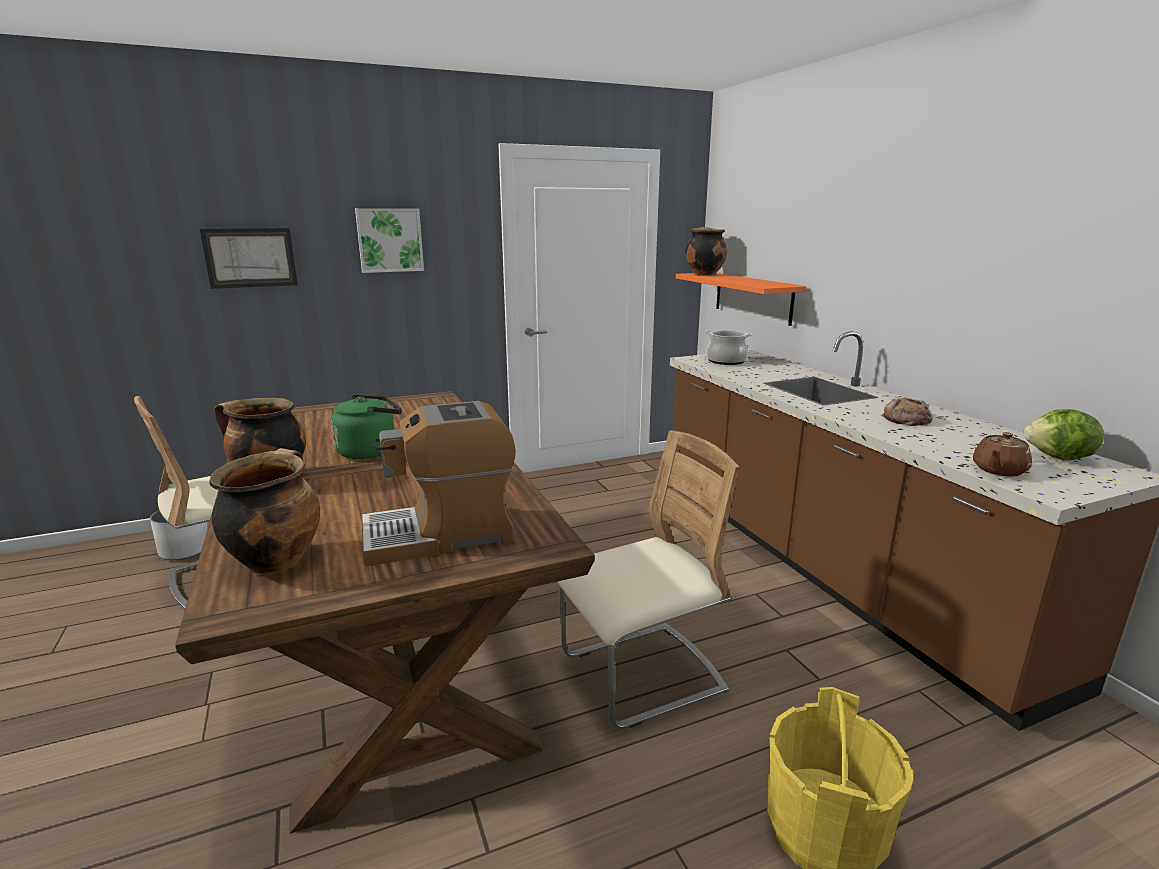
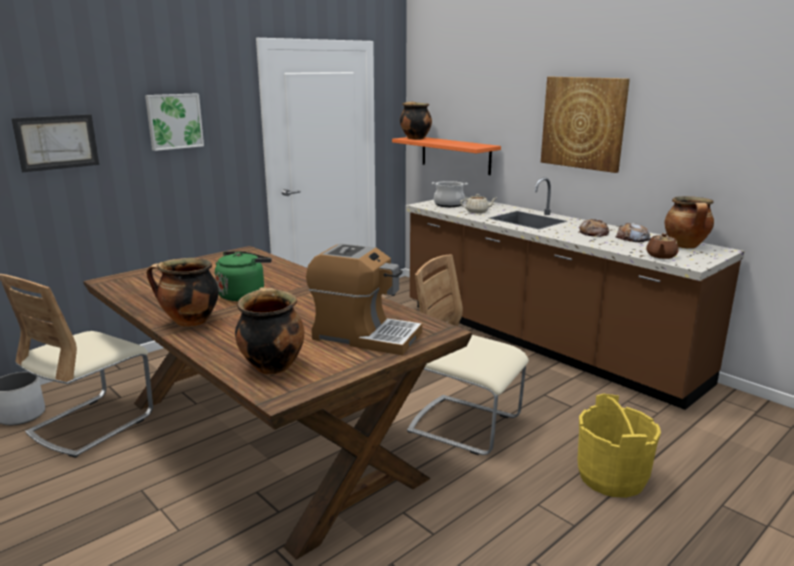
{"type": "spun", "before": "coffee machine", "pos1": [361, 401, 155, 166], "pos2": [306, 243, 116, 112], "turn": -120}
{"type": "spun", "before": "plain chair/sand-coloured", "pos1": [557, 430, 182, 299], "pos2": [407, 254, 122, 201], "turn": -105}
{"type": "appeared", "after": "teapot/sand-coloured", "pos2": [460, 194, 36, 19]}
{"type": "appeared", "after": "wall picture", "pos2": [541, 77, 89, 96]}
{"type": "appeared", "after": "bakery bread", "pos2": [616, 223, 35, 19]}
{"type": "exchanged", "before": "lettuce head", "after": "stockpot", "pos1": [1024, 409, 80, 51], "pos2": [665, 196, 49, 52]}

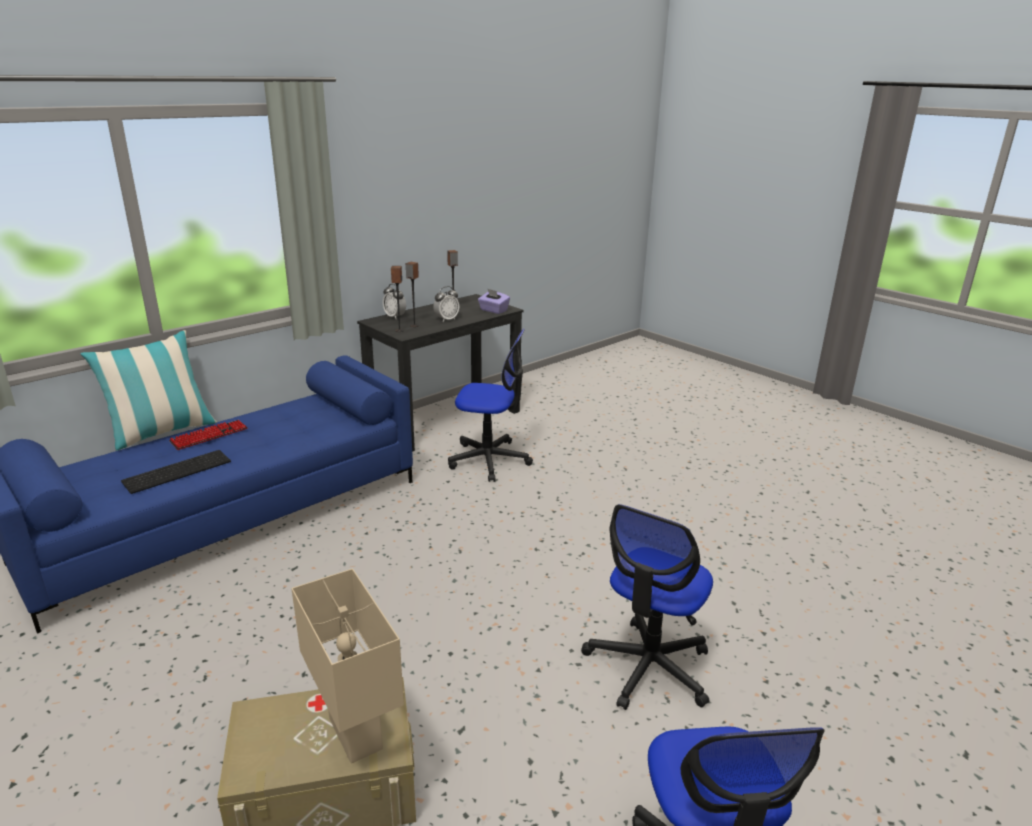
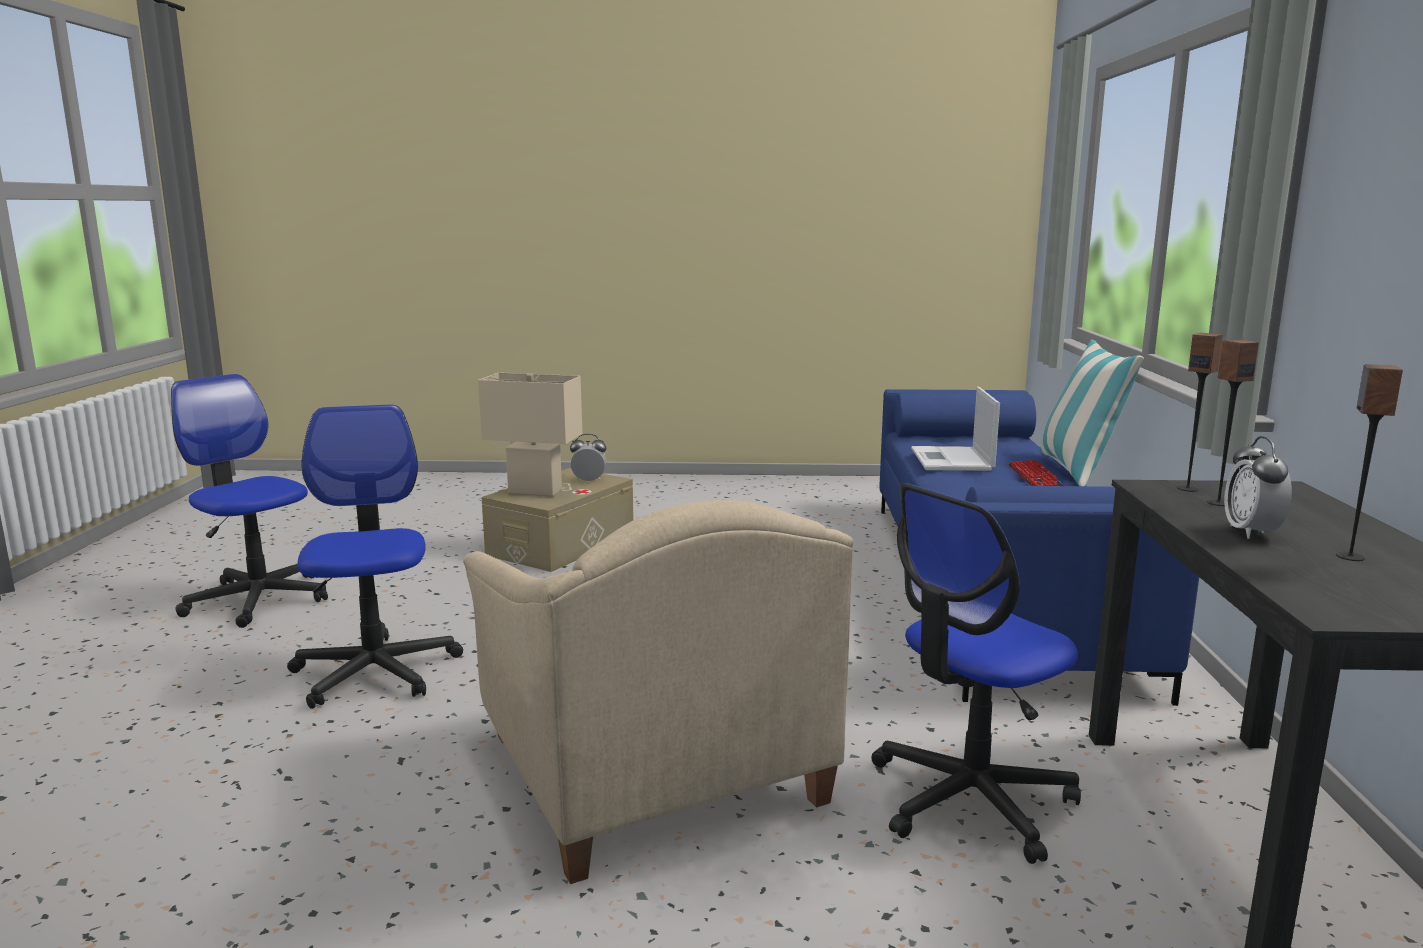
{"type": "appeared", "after": "armchair/sand-coloured", "pos2": [463, 500, 390, 384]}
{"type": "relocated", "before": "table clock", "pos1": [383, 284, 23, 35], "pos2": [570, 434, 37, 48]}
{"type": "exchanged", "before": "computer keyboard", "after": "notebook computer", "pos1": [121, 450, 110, 44], "pos2": [911, 386, 89, 85]}
{"type": "missing", "before": "tissue box/purple", "pos1": [478, 289, 32, 25]}

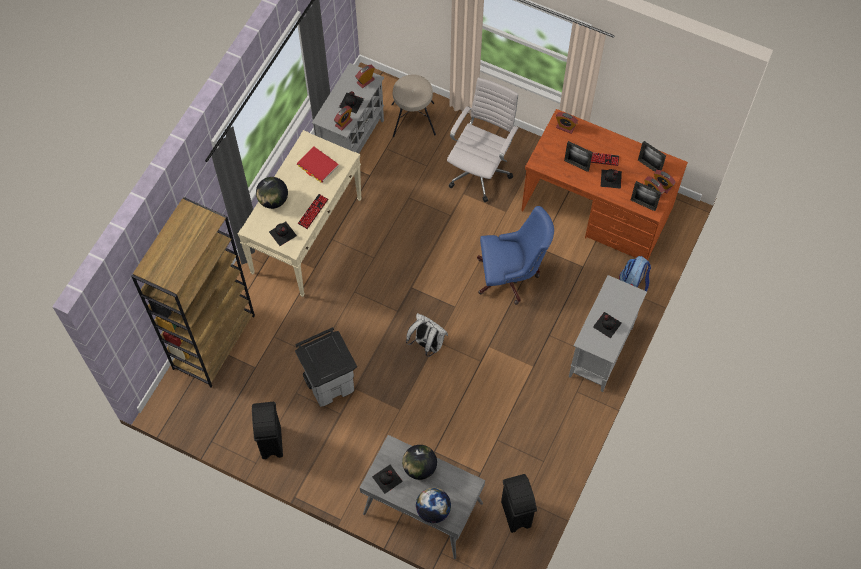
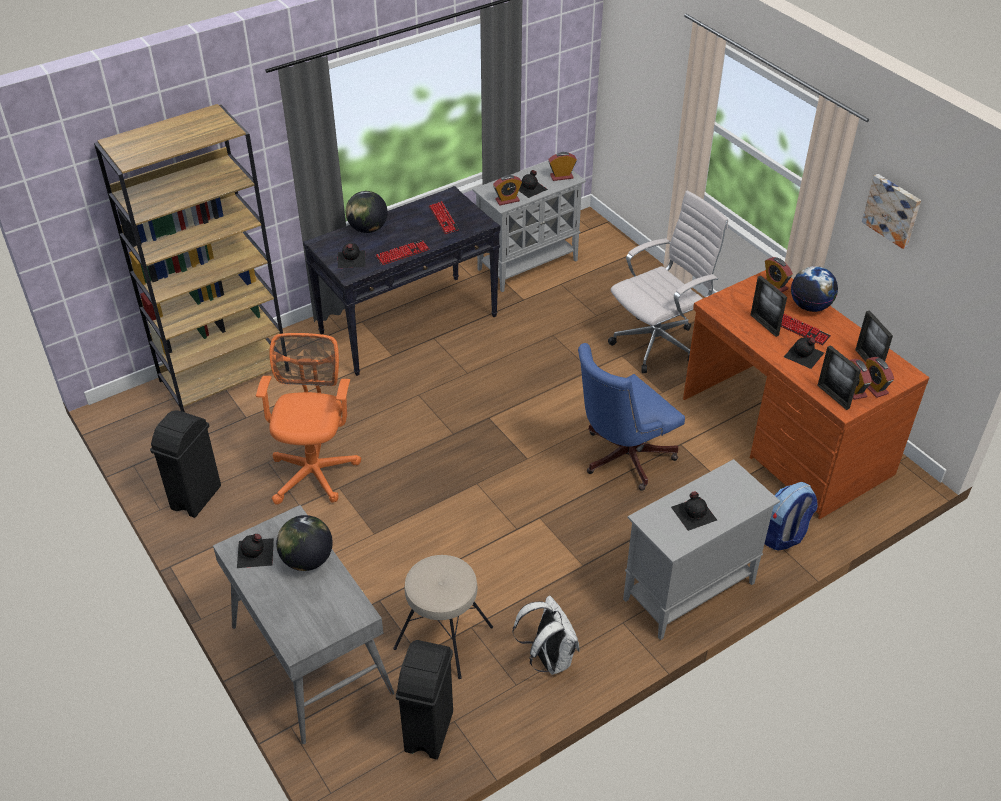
{"type": "exchanged", "before": "waste bin/gray", "after": "desk chair/orange-coloured", "pos1": [295, 327, 62, 80], "pos2": [256, 333, 105, 171]}
{"type": "colour", "before": "hall table/sand-coloured", "after": "hall table/blackish", "pos1": [238, 130, 124, 167], "pos2": [303, 186, 198, 190]}
{"type": "relocated", "before": "stool/sand-coloured", "pos1": [391, 74, 45, 63], "pos2": [393, 555, 100, 124]}
{"type": "exchanged", "before": "book/red-coloured", "after": "computer keyboard", "pos1": [297, 146, 42, 37], "pos2": [429, 201, 30, 33]}
{"type": "relocated", "before": "rucksack/white-coloured", "pos1": [406, 313, 42, 44], "pos2": [513, 595, 66, 80]}
{"type": "spun", "before": "desk chair/bluish", "pos1": [477, 206, 77, 99], "pos2": [578, 343, 107, 148], "turn": 120}
{"type": "relocated", "before": "desk globe", "pos1": [416, 488, 35, 35], "pos2": [791, 266, 47, 46]}
{"type": "appeared", "after": "wall picture", "pos2": [862, 174, 59, 75]}

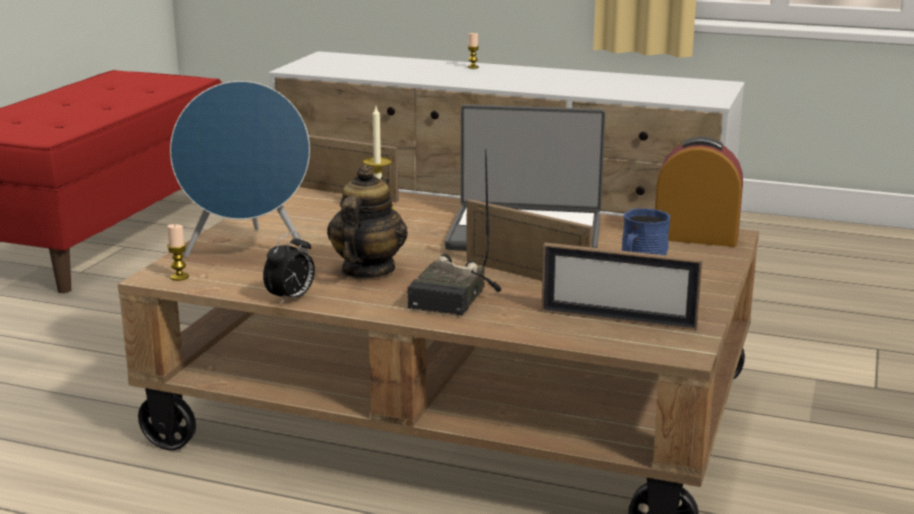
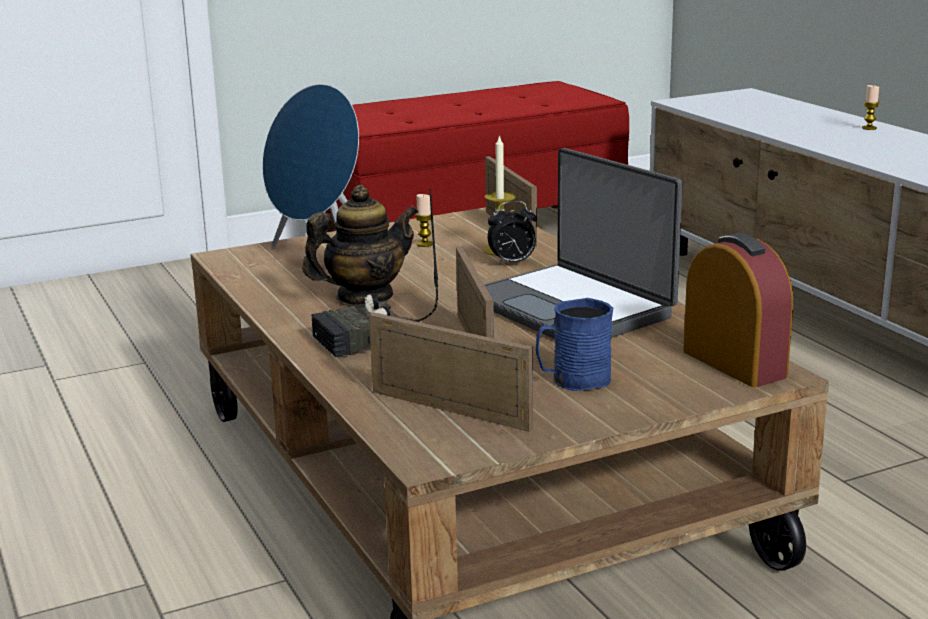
{"type": "spun", "before": "photo frame", "pos1": [542, 243, 161, 87], "pos2": [369, 313, 164, 119], "turn": 150}
{"type": "relocated", "before": "wax light", "pos1": [167, 224, 22, 57], "pos2": [415, 194, 18, 53]}
{"type": "relocated", "before": "table clock", "pos1": [263, 231, 52, 73], "pos2": [488, 201, 49, 65]}

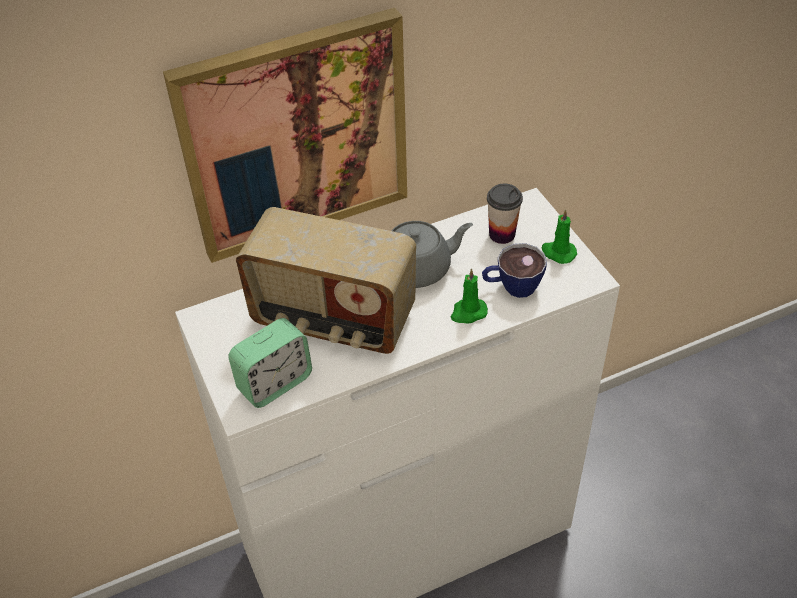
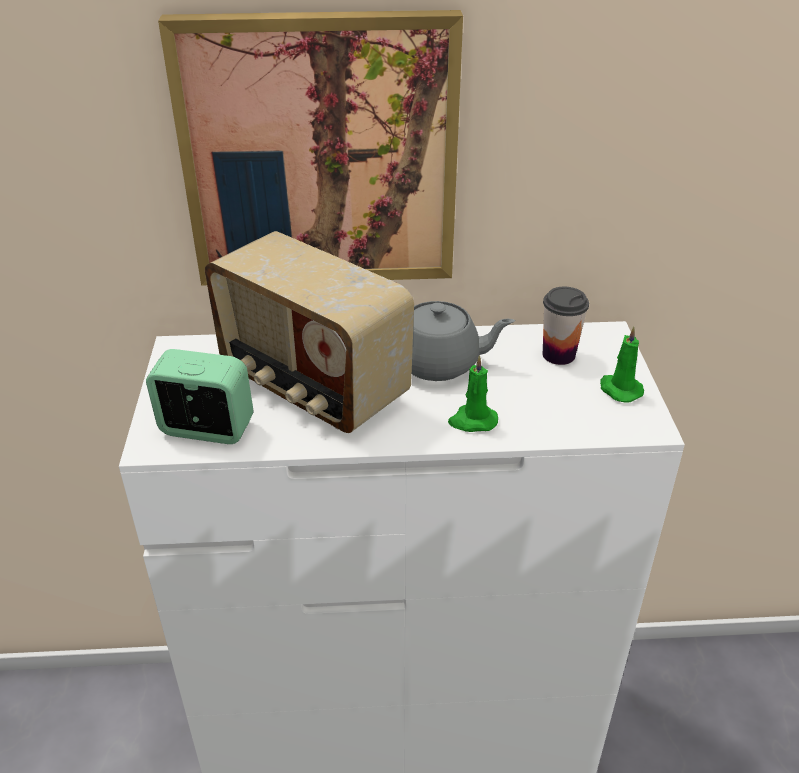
{"type": "spun", "before": "table clock", "pos1": [228, 318, 84, 90], "pos2": [146, 349, 108, 95], "turn": -150}
{"type": "missing", "before": "small cup", "pos1": [482, 243, 65, 55]}

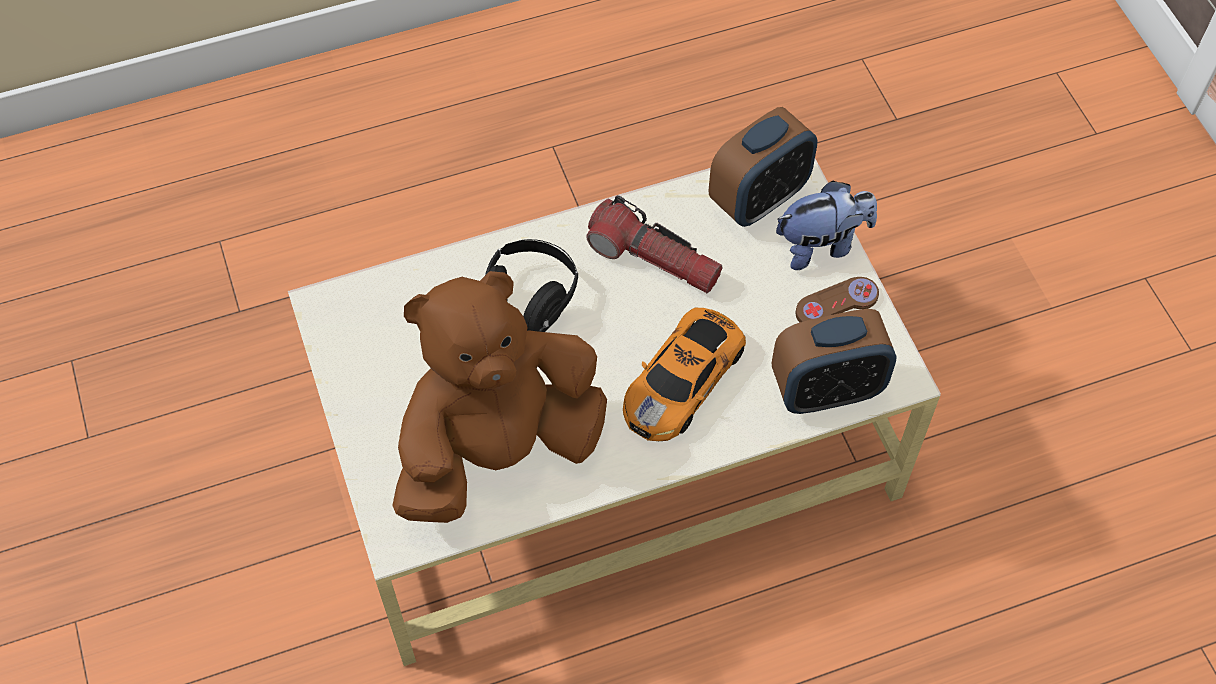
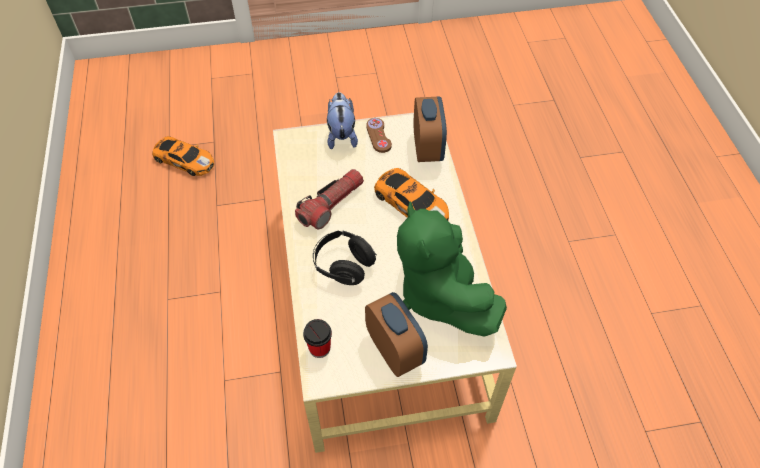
{"type": "appeared", "after": "toy car", "pos2": [152, 136, 62, 40]}
{"type": "appeared", "after": "small cup", "pos2": [303, 319, 29, 39]}
{"type": "relocated", "before": "table clock", "pos1": [709, 107, 109, 120], "pos2": [365, 292, 63, 85]}
{"type": "colour", "before": "cuddly toy/brownish", "after": "cuddly toy/greenish", "pos1": [392, 271, 215, 252], "pos2": [397, 201, 110, 136]}

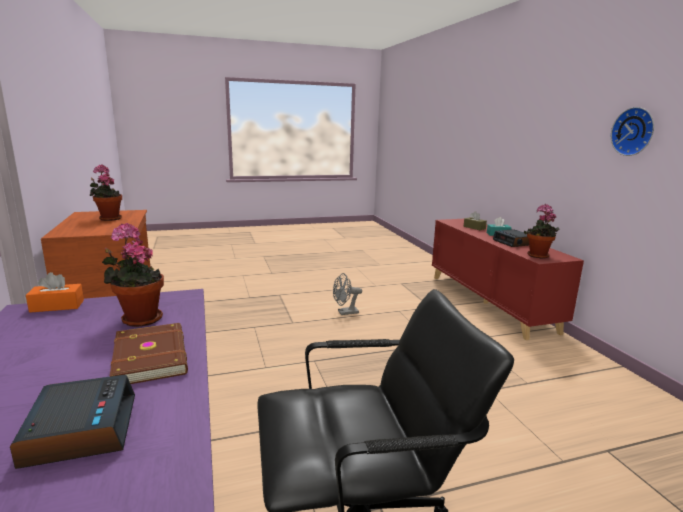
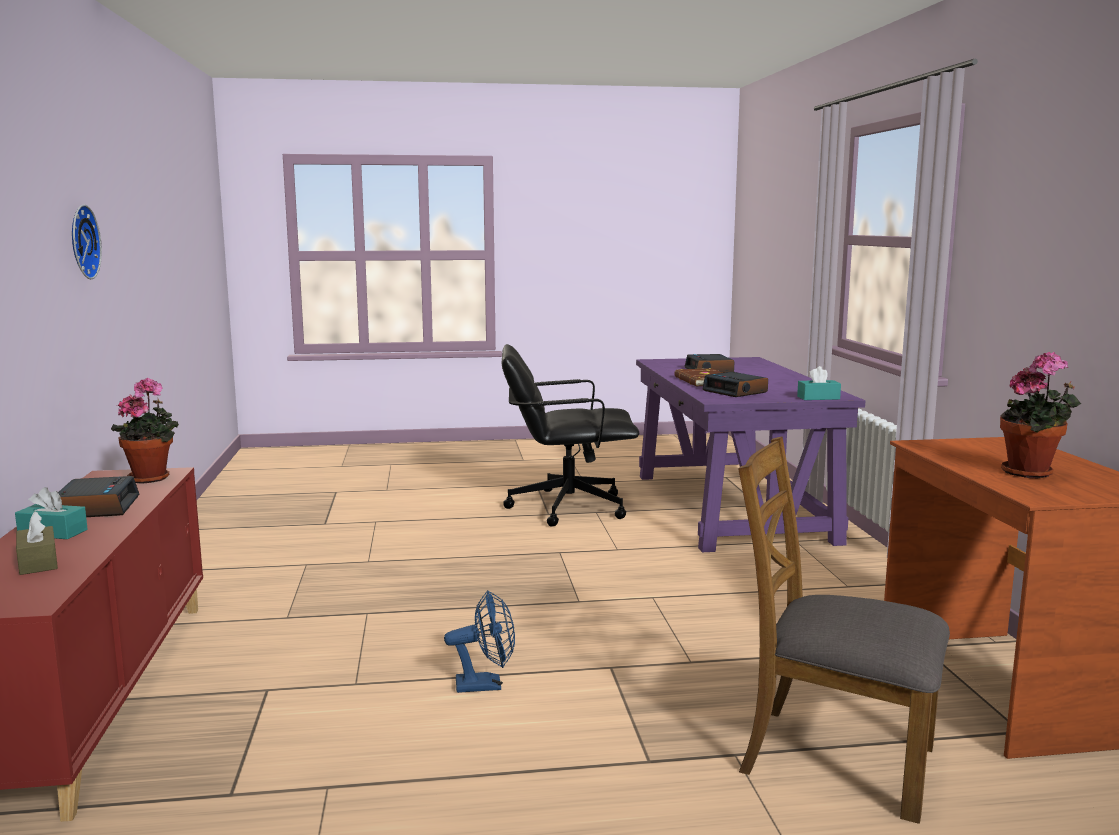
{"type": "colour", "before": "electric fan/gray", "after": "electric fan/bluish", "pos1": [333, 273, 29, 42], "pos2": [444, 590, 71, 103]}
{"type": "exchanged", "before": "plant in a pot", "after": "table clock", "pos1": [102, 223, 62, 104], "pos2": [703, 372, 65, 25]}
{"type": "appeared", "after": "plain chair/brownish", "pos2": [738, 436, 212, 388]}
{"type": "colour", "before": "tissue box/orange-coloured", "after": "tissue box/turquoise-coloured", "pos1": [26, 272, 58, 41], "pos2": [797, 366, 44, 34]}

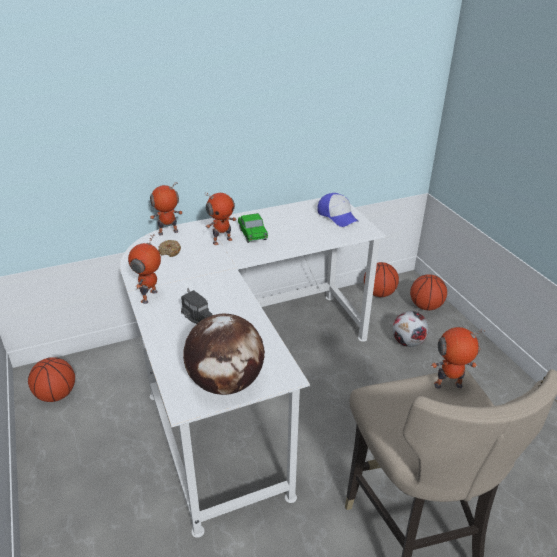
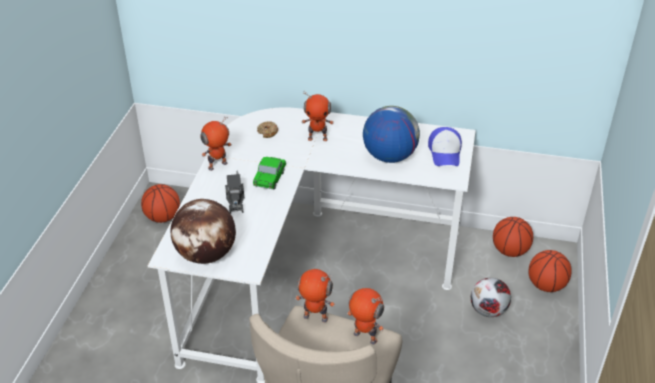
{"type": "relocated", "before": "toy car", "pos1": [238, 213, 30, 30], "pos2": [253, 157, 33, 33]}
{"type": "relocated", "before": "model robot", "pos1": [150, 182, 33, 53], "pos2": [295, 269, 40, 53]}
{"type": "appeared", "after": "desk globe", "pos2": [363, 106, 57, 57]}

